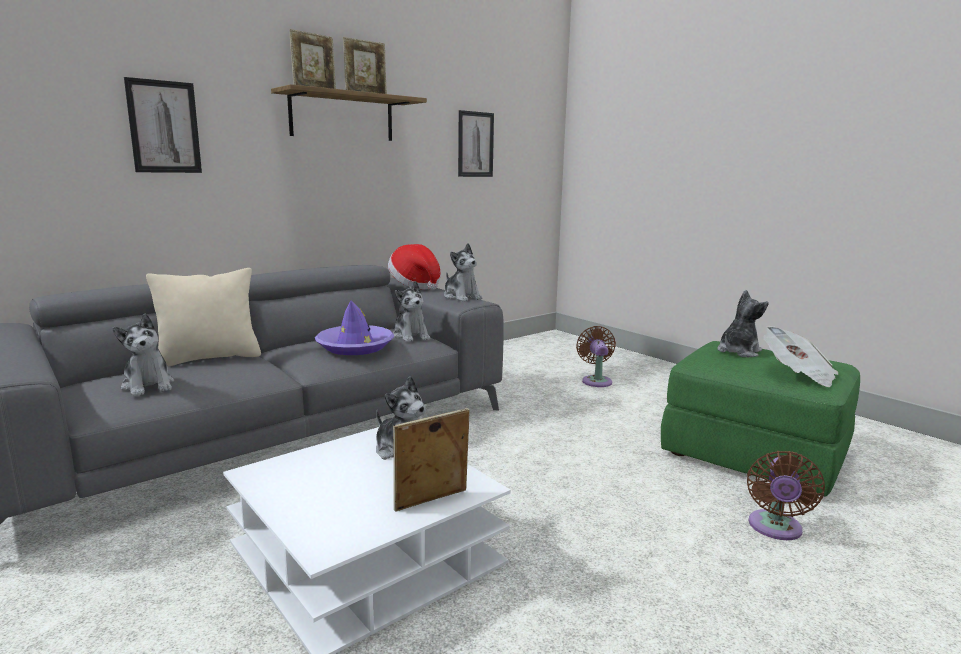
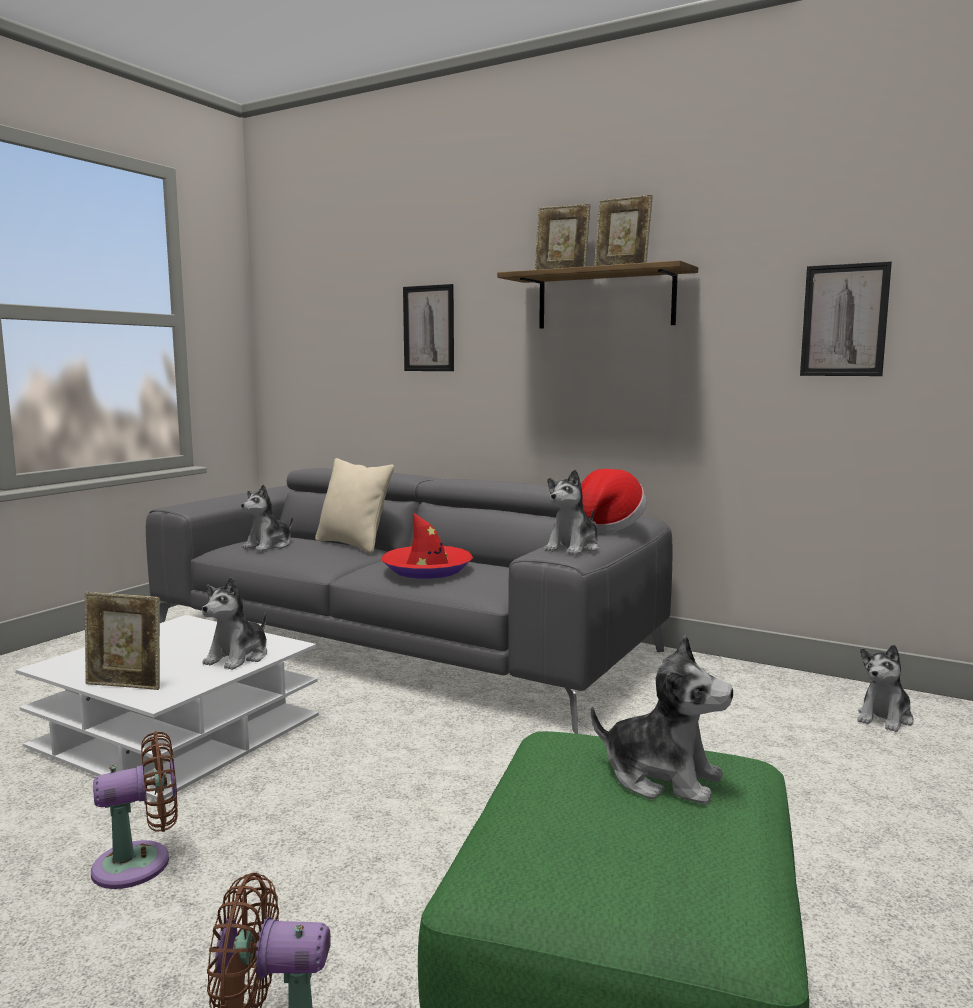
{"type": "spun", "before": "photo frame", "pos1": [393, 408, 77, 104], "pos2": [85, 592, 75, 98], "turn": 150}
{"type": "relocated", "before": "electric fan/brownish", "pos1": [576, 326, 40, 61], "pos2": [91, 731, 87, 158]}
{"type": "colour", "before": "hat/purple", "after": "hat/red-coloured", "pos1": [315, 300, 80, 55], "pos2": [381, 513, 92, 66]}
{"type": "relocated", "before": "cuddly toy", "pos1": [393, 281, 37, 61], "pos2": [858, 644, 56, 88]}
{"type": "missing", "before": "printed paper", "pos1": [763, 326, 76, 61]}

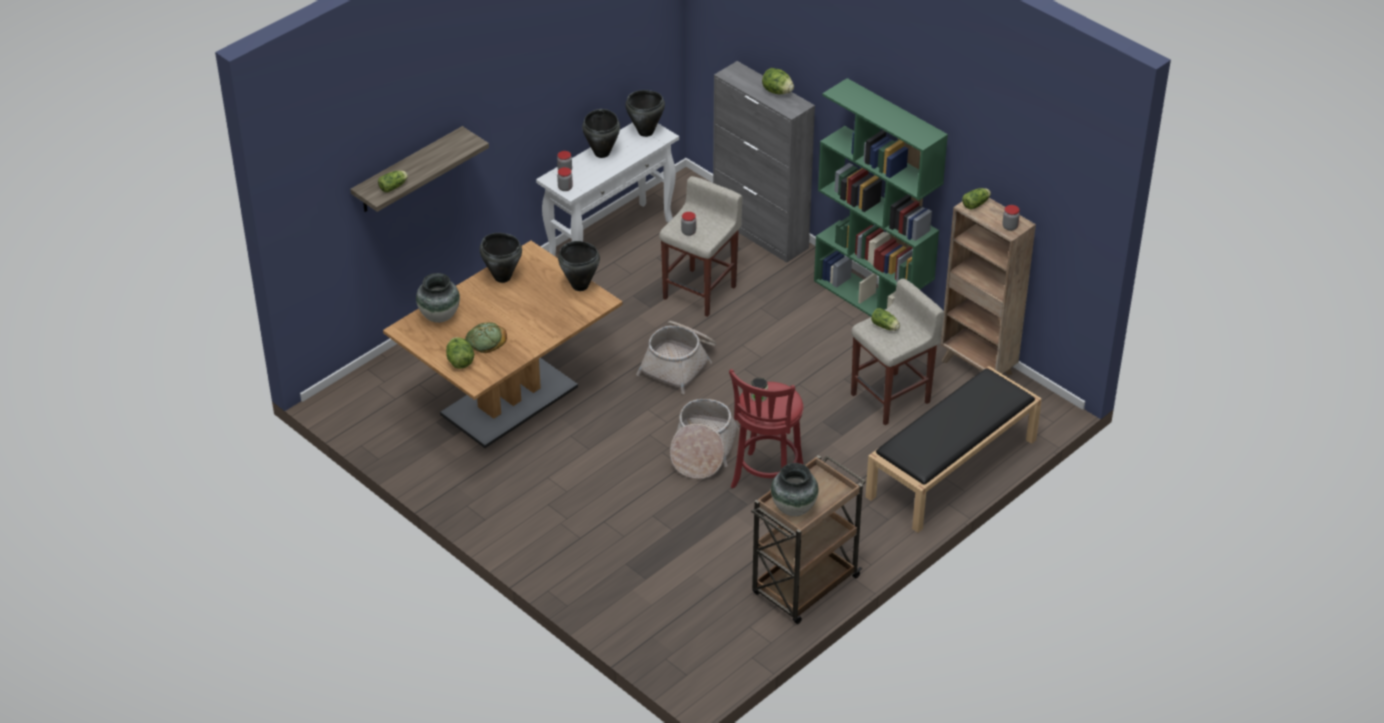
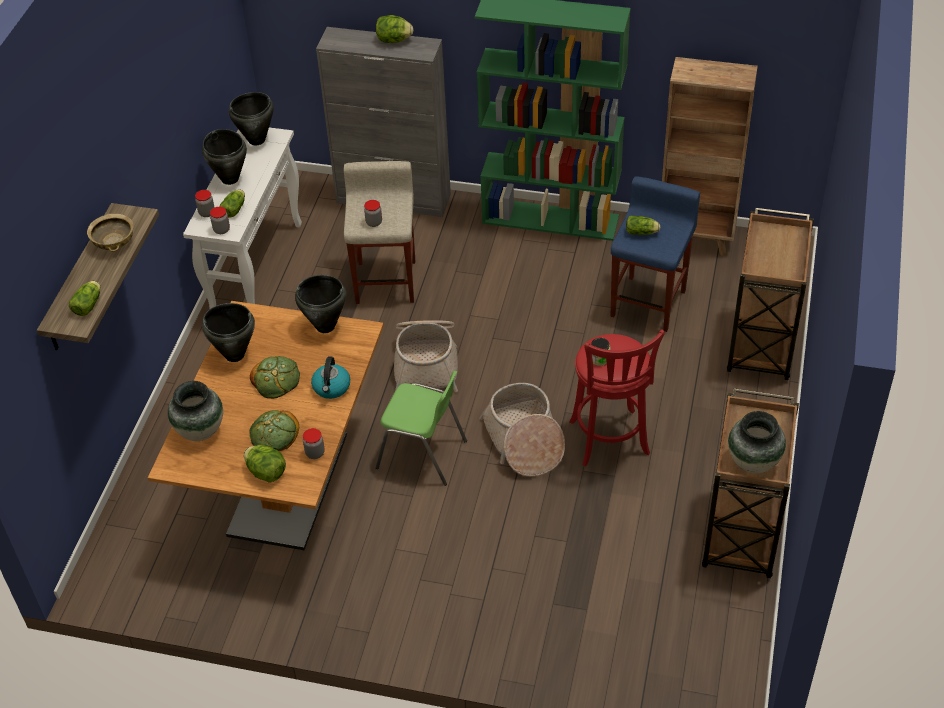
{"type": "appeared", "after": "serving bowl/sand-coloured", "pos2": [87, 214, 47, 38]}
{"type": "relocated", "before": "lettuce head", "pos1": [962, 188, 29, 22], "pos2": [219, 190, 26, 28]}
{"type": "appeared", "after": "bakery bread", "pos2": [250, 356, 50, 43]}
{"type": "relocated", "before": "jar", "pos1": [1002, 205, 18, 26], "pos2": [303, 428, 22, 31]}
{"type": "appeared", "after": "water kettle", "pos2": [311, 357, 39, 42]}
{"type": "appeared", "after": "plain chair/greenish", "pos2": [376, 371, 91, 115]}
{"type": "colour", "before": "stool/sand-coloured", "after": "stool/bluish", "pos1": [851, 279, 93, 146], "pos2": [610, 176, 90, 156]}
{"type": "exchanged", "before": "long seat/blackish", "after": "trolley/brownish", "pos1": [865, 366, 177, 167], "pos2": [727, 208, 87, 172]}

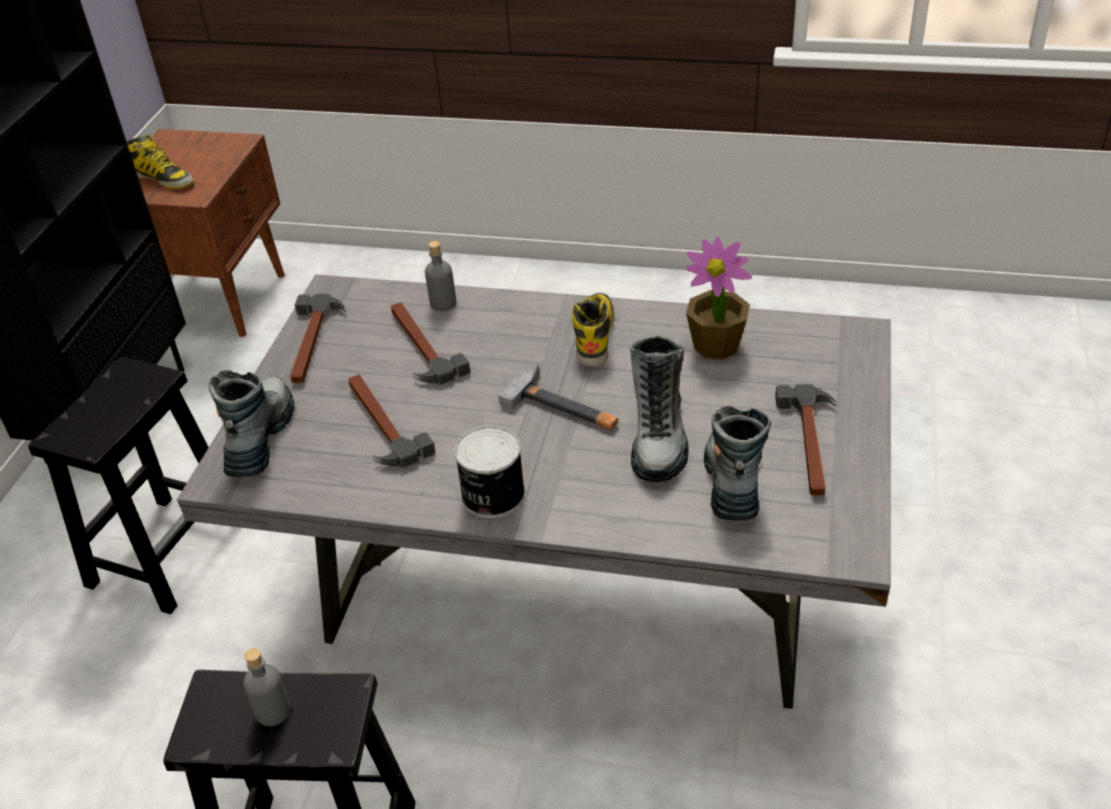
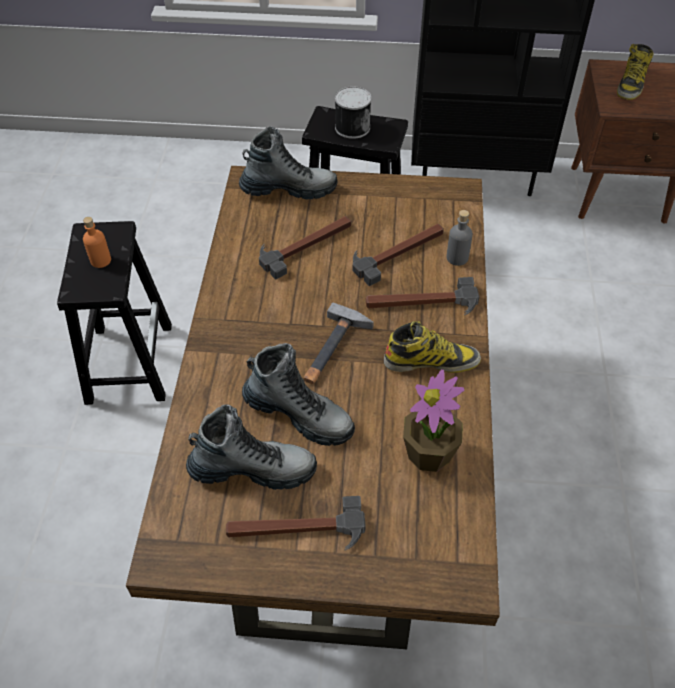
{"type": "colour", "before": "beverage bottle/gray", "after": "beverage bottle/orange-coloured", "pos1": [243, 648, 47, 78], "pos2": [83, 217, 28, 51]}
{"type": "colour", "before": "kitchen table/gray", "after": "kitchen table/brownish", "pos1": [177, 274, 714, 435], "pos2": [126, 166, 374, 483]}
{"type": "spun", "before": "tall boot", "pos1": [630, 335, 59, 147], "pos2": [242, 343, 113, 103], "turn": -150}
{"type": "relocated", "before": "can", "pos1": [454, 426, 71, 92], "pos2": [335, 86, 36, 53]}
{"type": "relocated", "before": "hammer", "pos1": [290, 294, 56, 89], "pos2": [366, 277, 113, 38]}

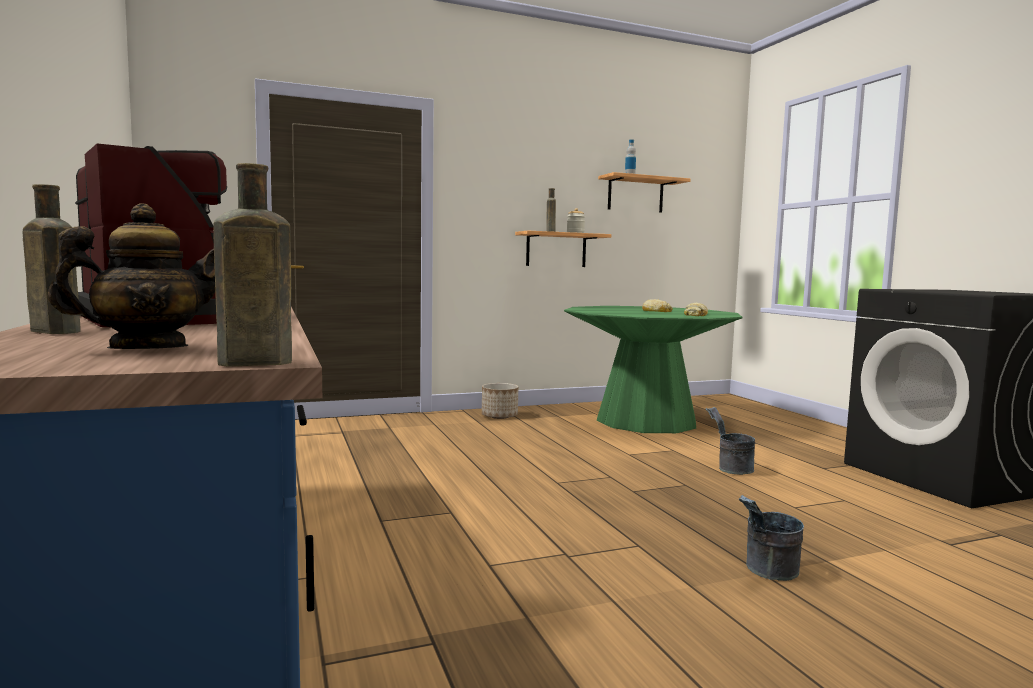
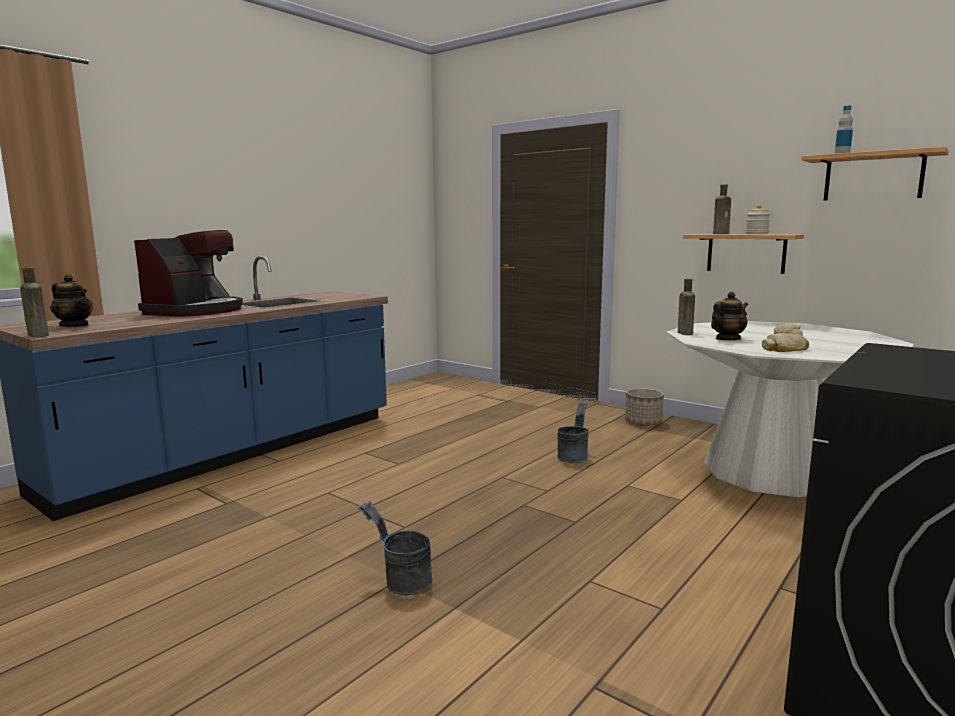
{"type": "relocated", "before": "pail/gray", "pos1": [706, 407, 49, 68], "pos2": [557, 402, 31, 61]}
{"type": "colour", "before": "kitchen table/greenish", "after": "kitchen table/white-coloured", "pos1": [564, 306, 178, 127], "pos2": [666, 321, 248, 176]}
{"type": "relocated", "before": "beverage bottle/brownish", "pos1": [23, 184, 58, 150], "pos2": [678, 279, 17, 56]}
{"type": "appeared", "after": "teapot", "pos2": [711, 292, 37, 48]}

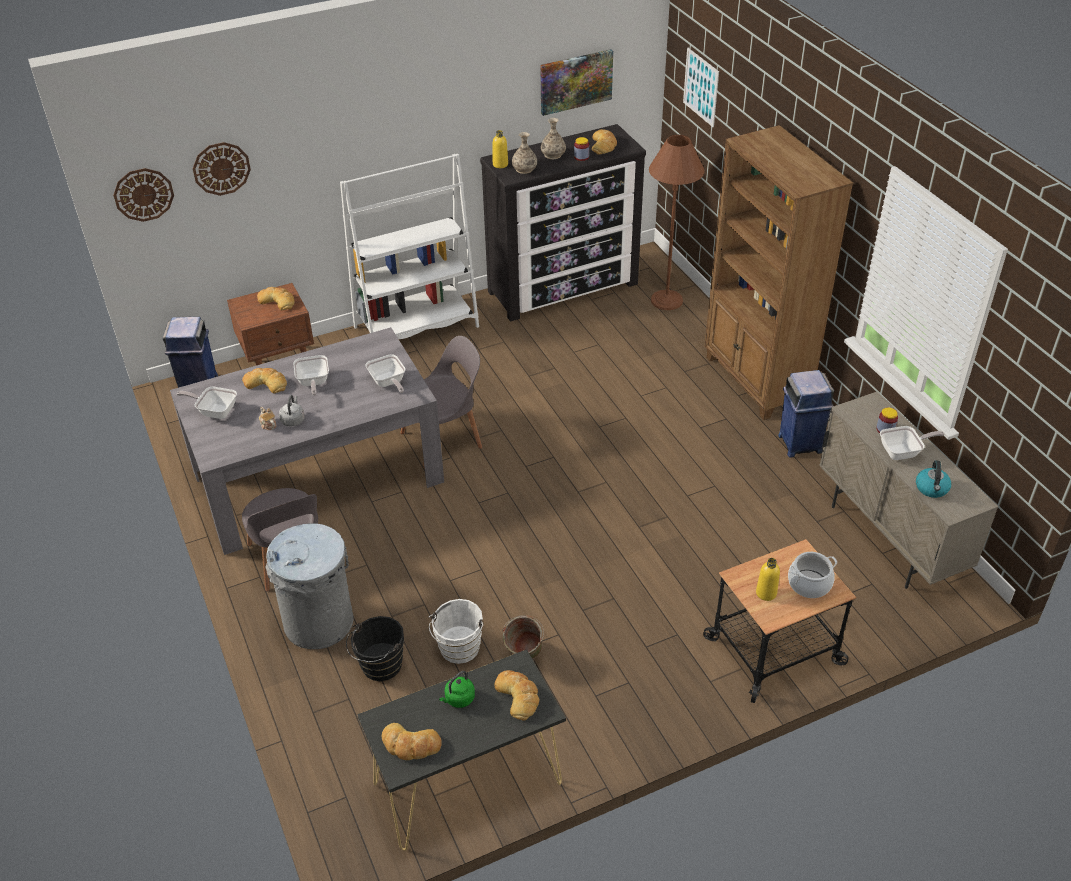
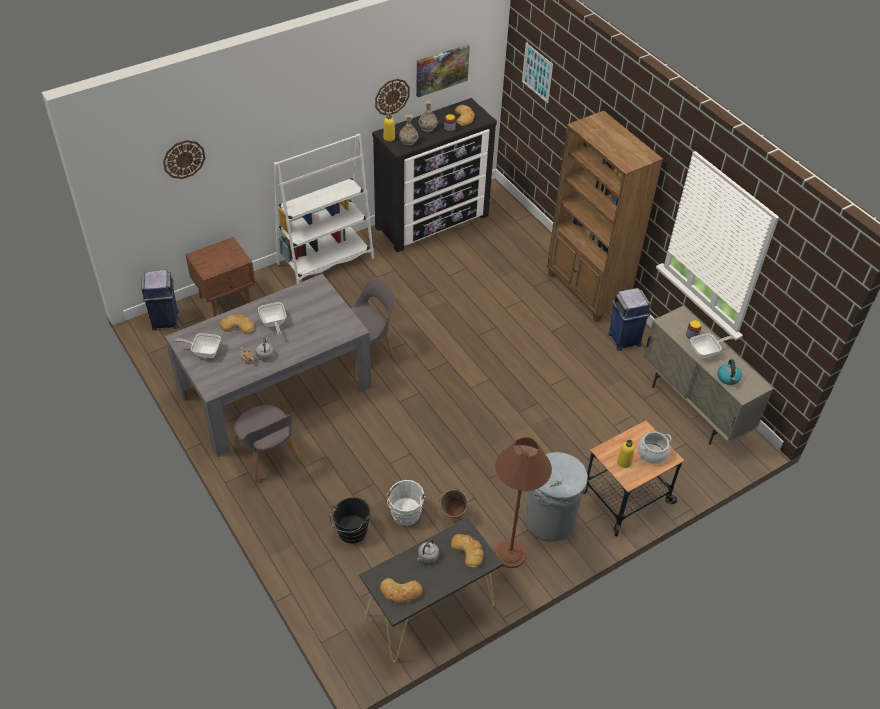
{"type": "relocated", "before": "hanging clock", "pos1": [113, 168, 61, 54], "pos2": [375, 79, 35, 36]}
{"type": "colour", "before": "water kettle/greenish", "after": "water kettle/gray", "pos1": [439, 671, 36, 37], "pos2": [417, 538, 22, 26]}
{"type": "relocated", "before": "floor lamp/brownish", "pos1": [649, 135, 56, 175], "pos2": [495, 437, 57, 131]}
{"type": "relocated", "before": "waste bin/gray", "pos1": [265, 523, 89, 126], "pos2": [524, 452, 64, 90]}
{"type": "missing", "before": "bakery bread", "pos1": [257, 287, 38, 23]}
{"type": "missing", "before": "skillet", "pos1": [365, 354, 40, 39]}

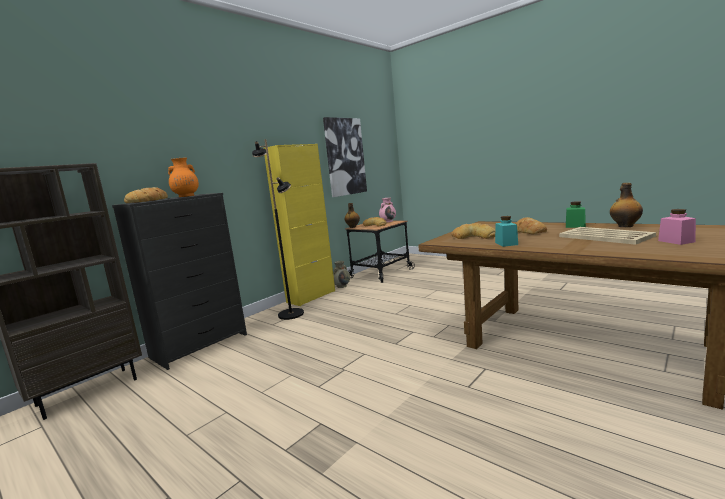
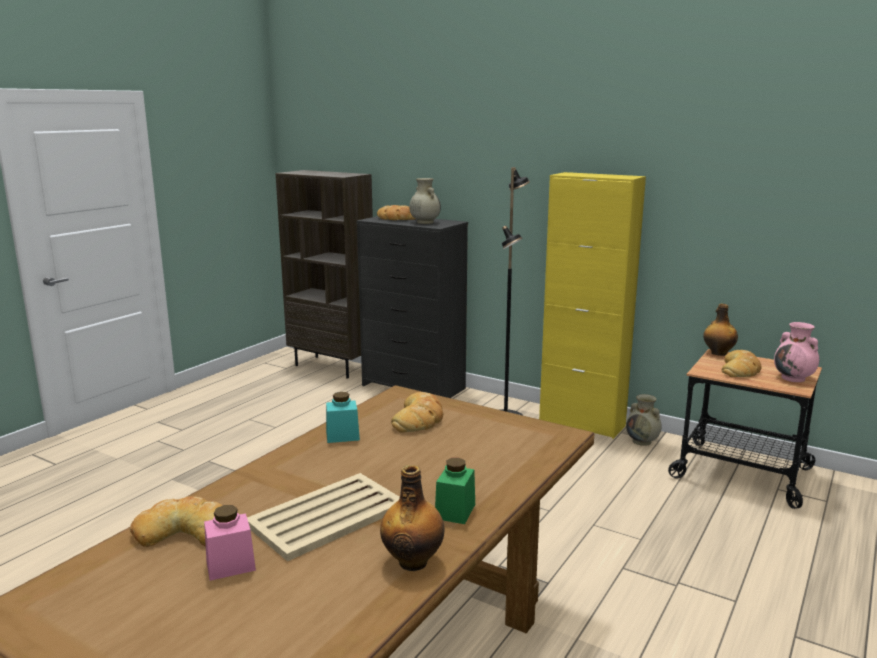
{"type": "relocated", "before": "bakery bread", "pos1": [516, 217, 31, 17], "pos2": [130, 496, 93, 51]}
{"type": "colour", "before": "decorative vase/orange-coloured", "after": "decorative vase/sand-coloured", "pos1": [168, 158, 31, 39], "pos2": [409, 178, 32, 46]}
{"type": "missing", "before": "wall picture", "pos1": [323, 117, 44, 80]}

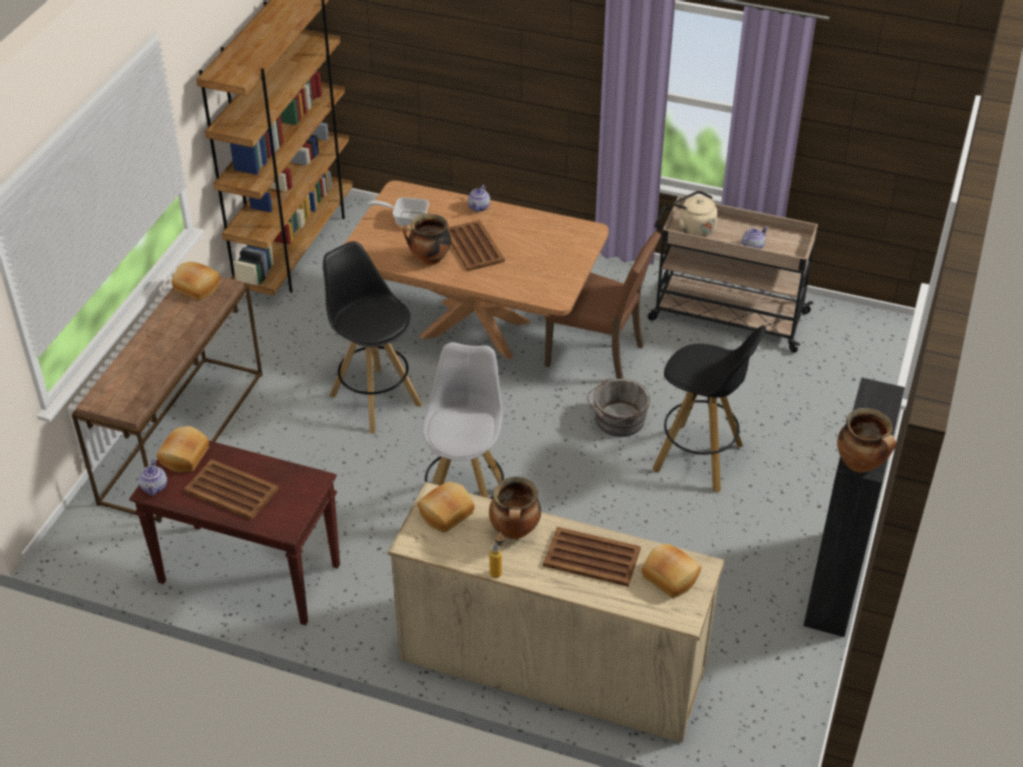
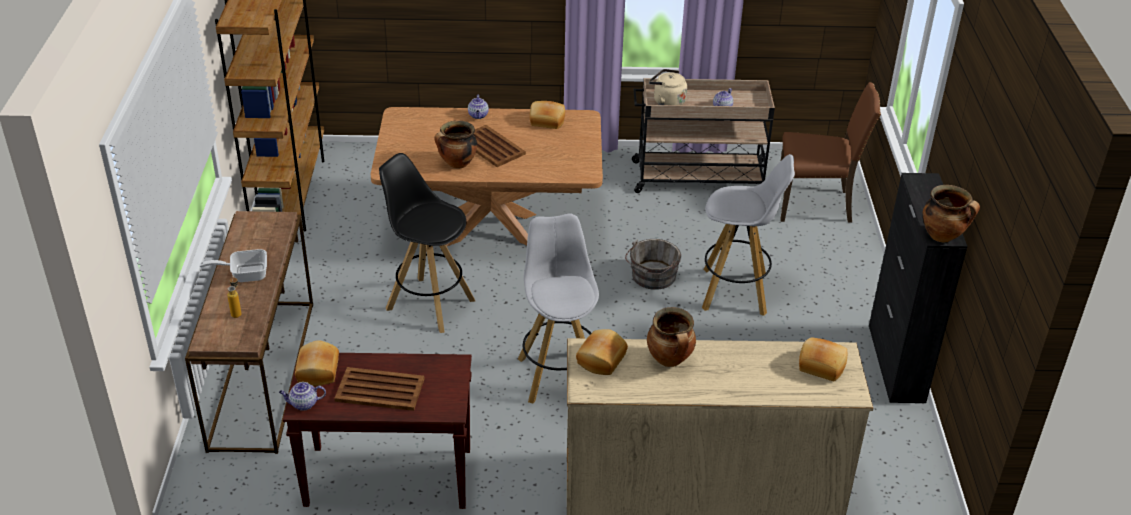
{"type": "relocated", "before": "skillet", "pos1": [368, 197, 61, 29], "pos2": [200, 249, 67, 33]}
{"type": "relocated", "before": "beverage bottle", "pos1": [489, 532, 15, 46], "pos2": [227, 275, 15, 43]}
{"type": "spun", "before": "teapot", "pos1": [139, 459, 28, 37], "pos2": [279, 382, 47, 29], "turn": 105}
{"type": "relocated", "before": "bakery bread", "pos1": [172, 262, 48, 38], "pos2": [530, 101, 35, 28]}
{"type": "colour", "before": "stool/blackish", "after": "stool/white-coloured", "pos1": [653, 325, 113, 168], "pos2": [702, 154, 93, 162]}
{"type": "relocated", "before": "plain chair/brownish", "pos1": [545, 232, 116, 147], "pos2": [780, 82, 101, 141]}
{"type": "missing", "before": "carrying tray/brownish", "pos1": [543, 527, 98, 60]}

